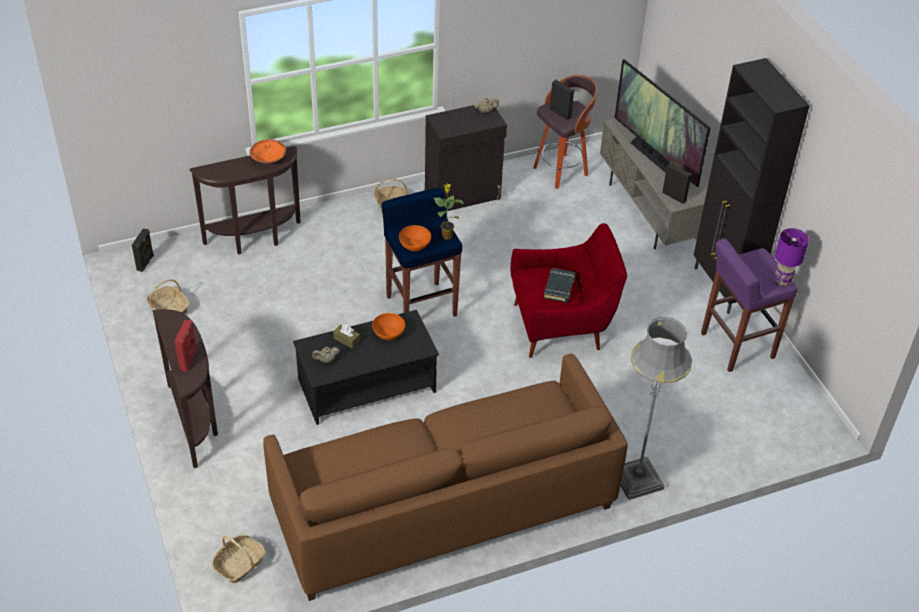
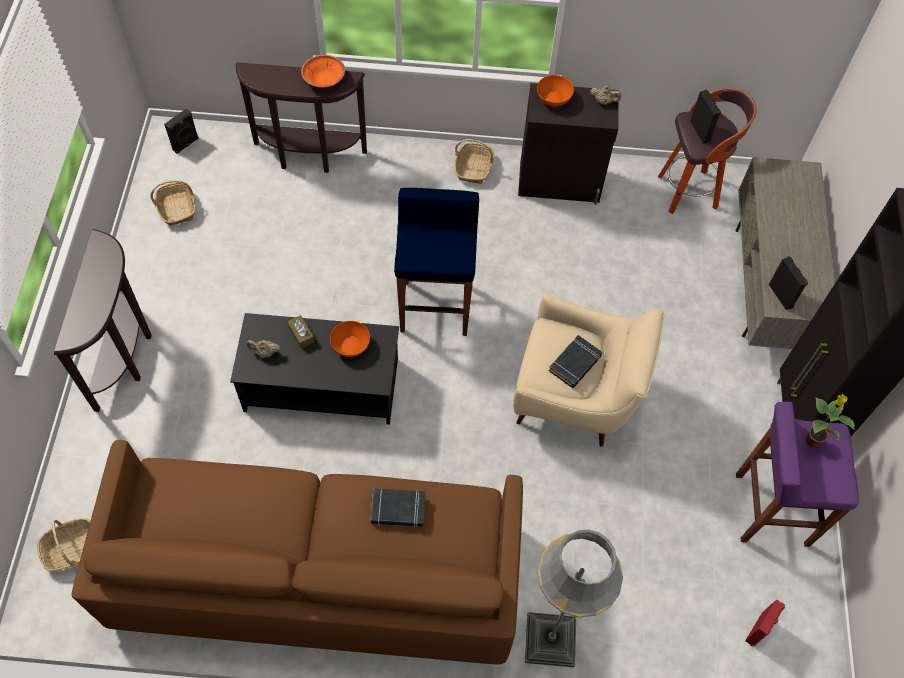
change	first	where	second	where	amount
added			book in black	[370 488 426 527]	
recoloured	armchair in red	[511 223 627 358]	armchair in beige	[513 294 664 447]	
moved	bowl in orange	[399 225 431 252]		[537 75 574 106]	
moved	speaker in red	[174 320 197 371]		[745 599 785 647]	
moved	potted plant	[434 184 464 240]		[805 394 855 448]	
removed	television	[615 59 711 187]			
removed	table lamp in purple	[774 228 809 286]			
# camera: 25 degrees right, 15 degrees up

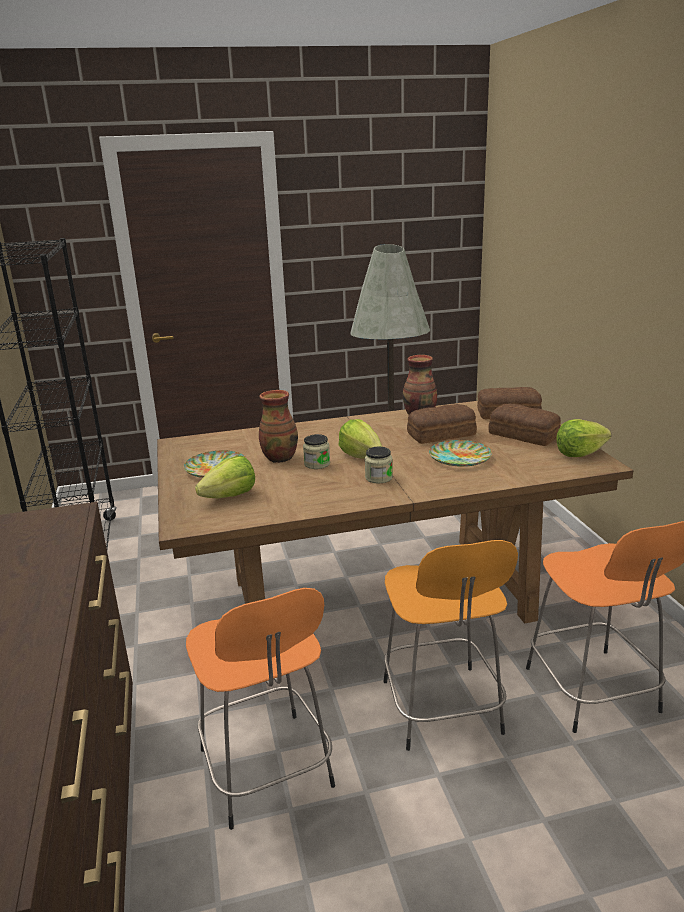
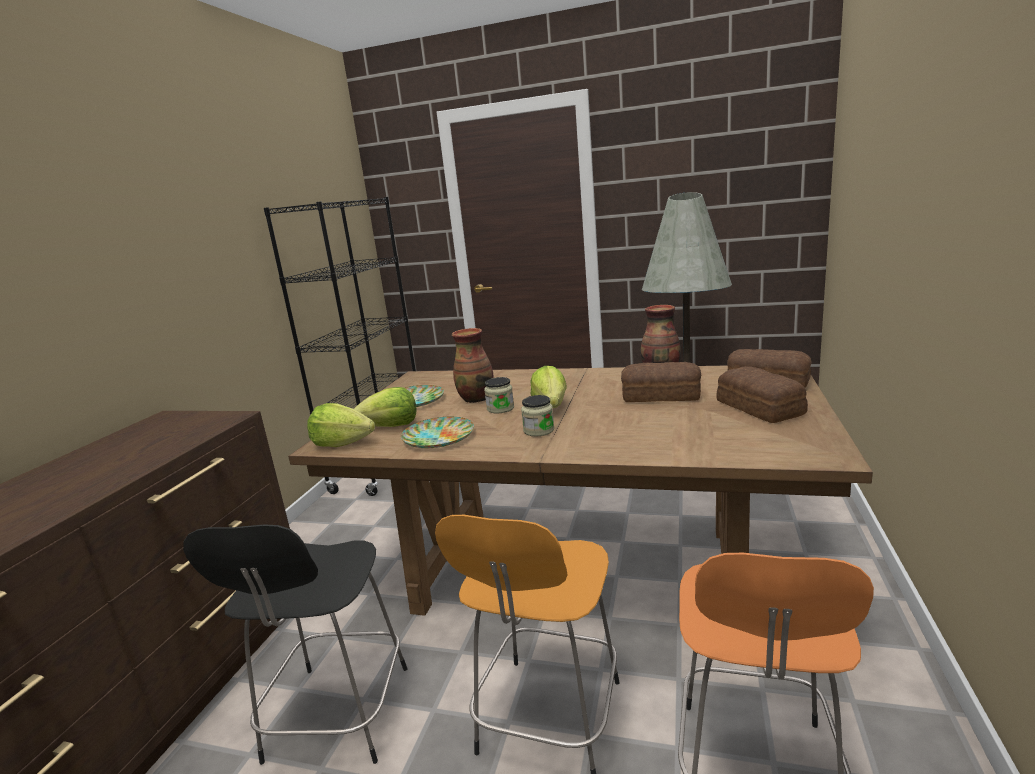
change	first	where	second	where	amount
recoloured	stool in orange	[186 588 335 830]	stool in black	[183 524 407 765]	
moved	lettuce	[556 419 611 457]		[307 403 375 447]	
moved	plate	[429 440 492 467]		[401 417 474 448]	
# camera: 30 degrees right, 5 degrees down

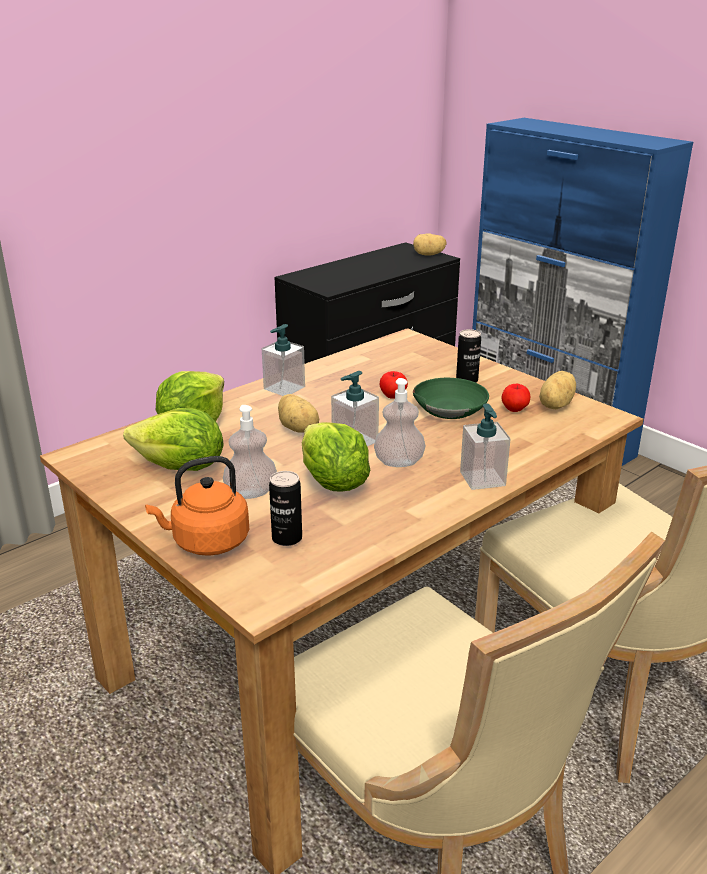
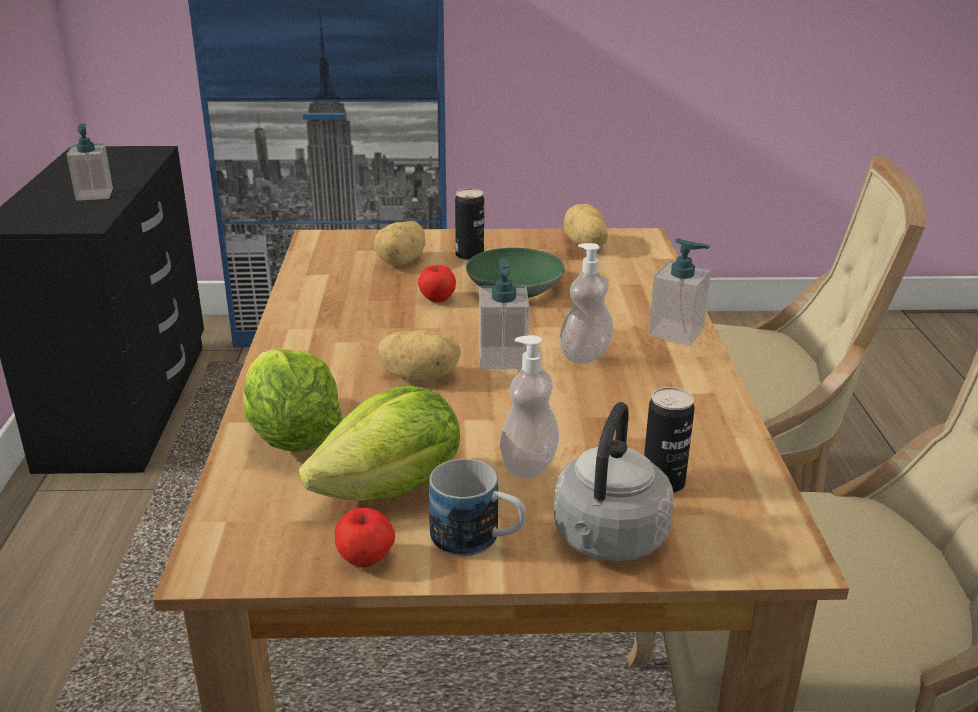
change	first	where	second	where	amount
moved	soap dispenser	[262 324 305 396]		[67 123 113 201]	
moved	apple	[502 384 531 412]		[335 508 395 568]	
moved	potato	[413 233 446 256]		[374 221 425 266]	
added			mug	[429 459 526 556]	
recoloured	kettle in orange	[145 456 249 556]	kettle in grey	[554 402 674 561]	
removed	lettuce	[302 422 370 492]			
# camera: 50 degrees left, 0 degrees up

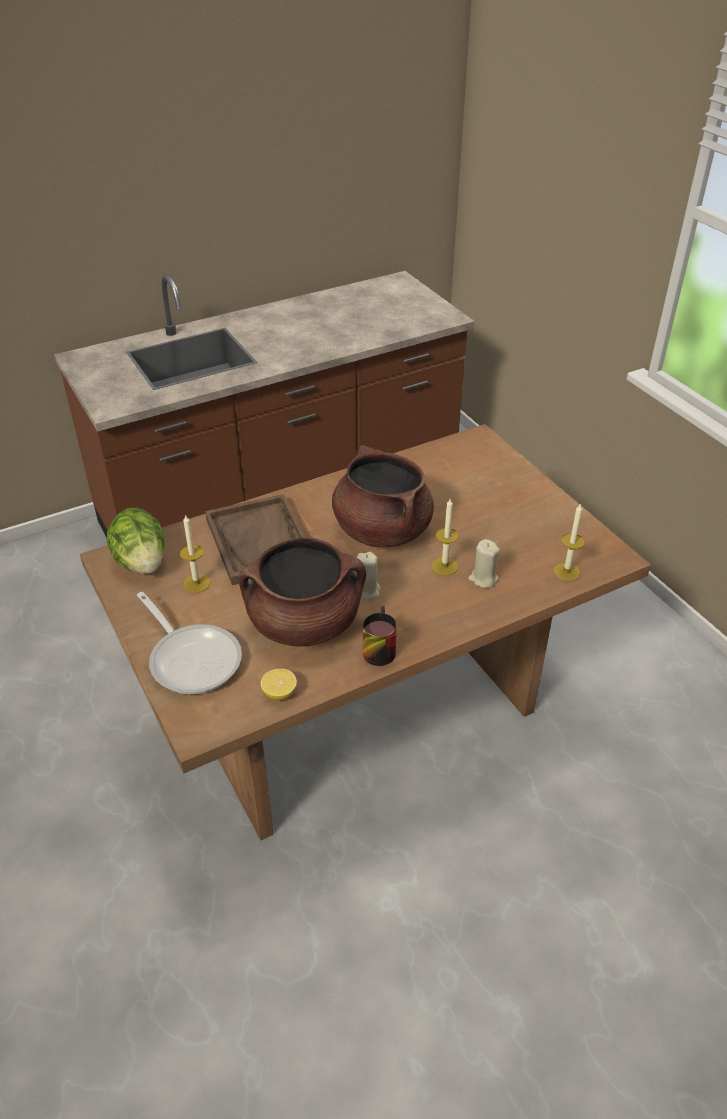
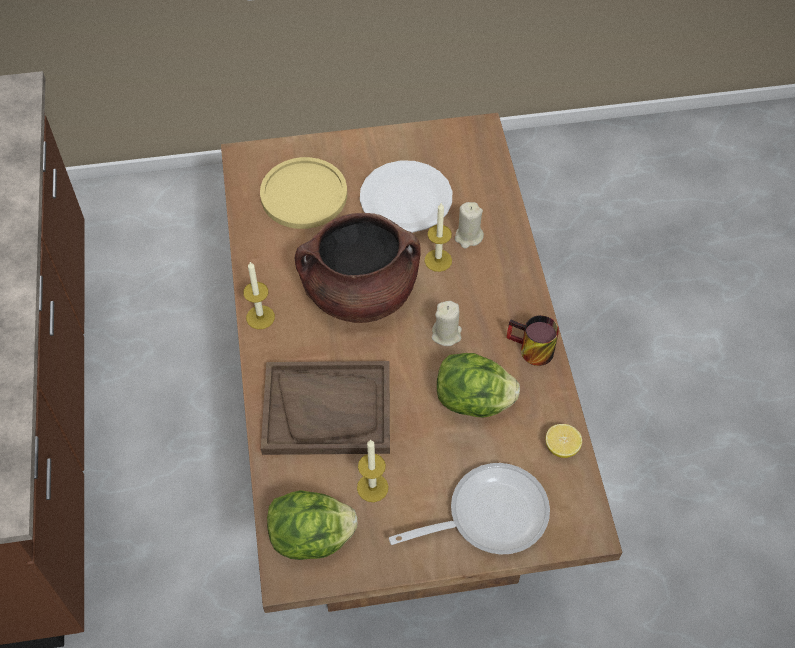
change	first	where	second	where	amount
moved	candle	[553 503 585 581]		[243 261 275 329]	
added			plate in yellow	[260 157 347 229]	
added			plate in white	[360 160 452 233]	
replaced	cooking pot in brown	[239 537 366 647]	lettuce	[437 353 520 417]	
# camera: 70 degrees left, 15 degrees up

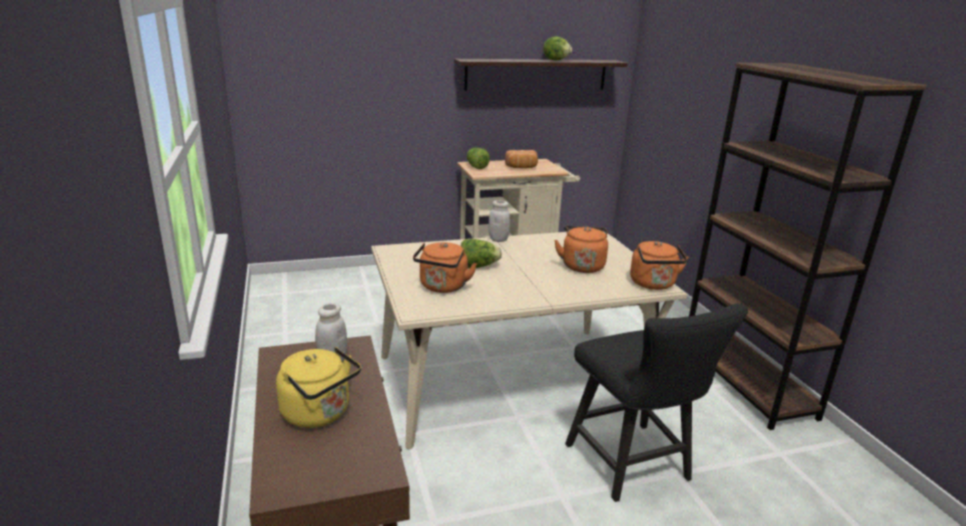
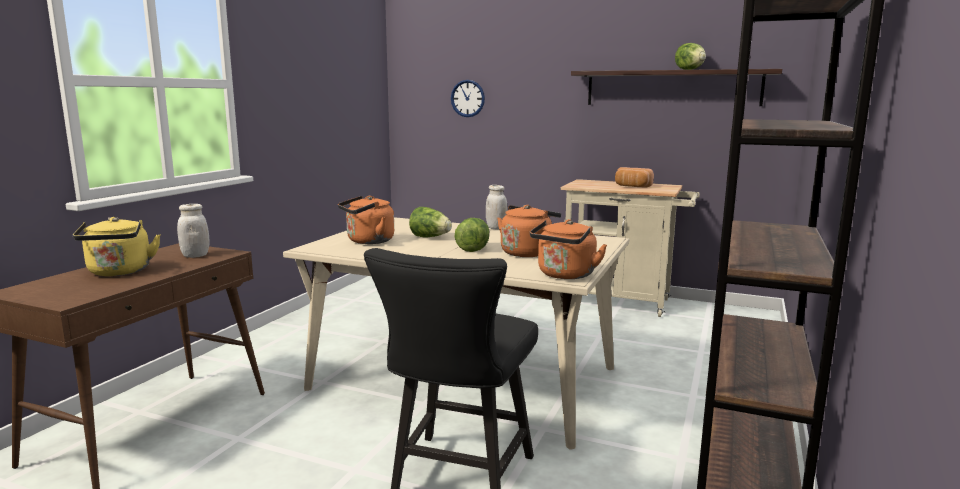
change	first	where	second	where	amount
added			wall clock	[451 80 485 117]	
moved	lettuce	[467 148 490 169]		[454 218 489 252]	
# camera: 40 degrees right, 10 degrees down

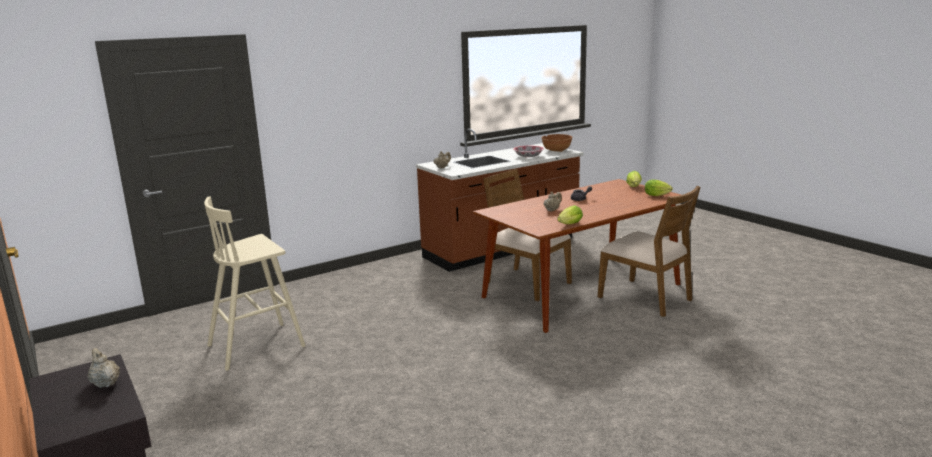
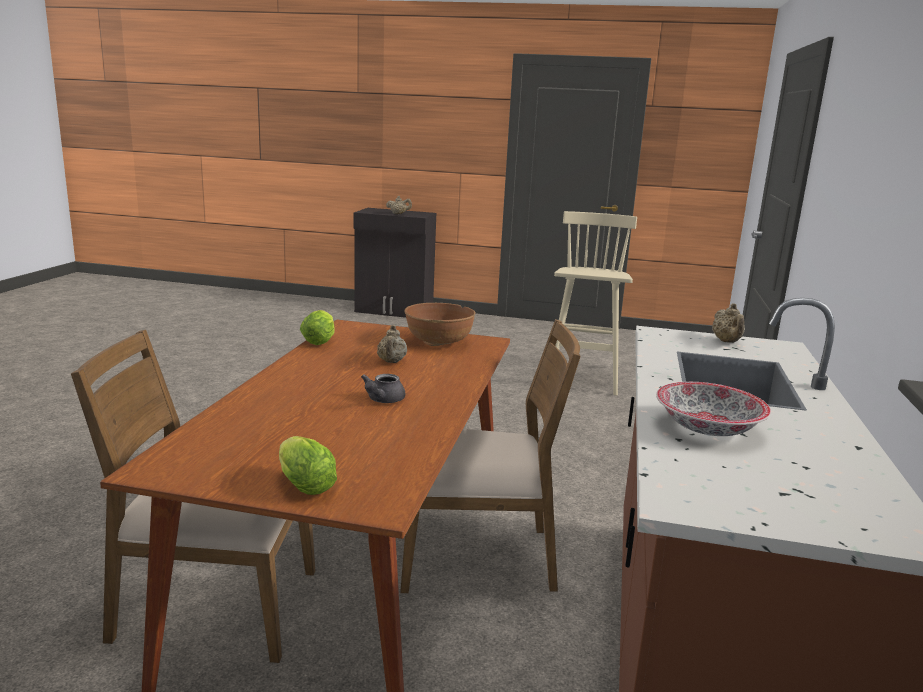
change	first	where	second	where	amount
moved	bowl in brown	[541 134 573 152]		[404 303 476 346]	
removed	lettuce	[645 179 673 196]			
# camera: 135 degrees right, 0 degrees up

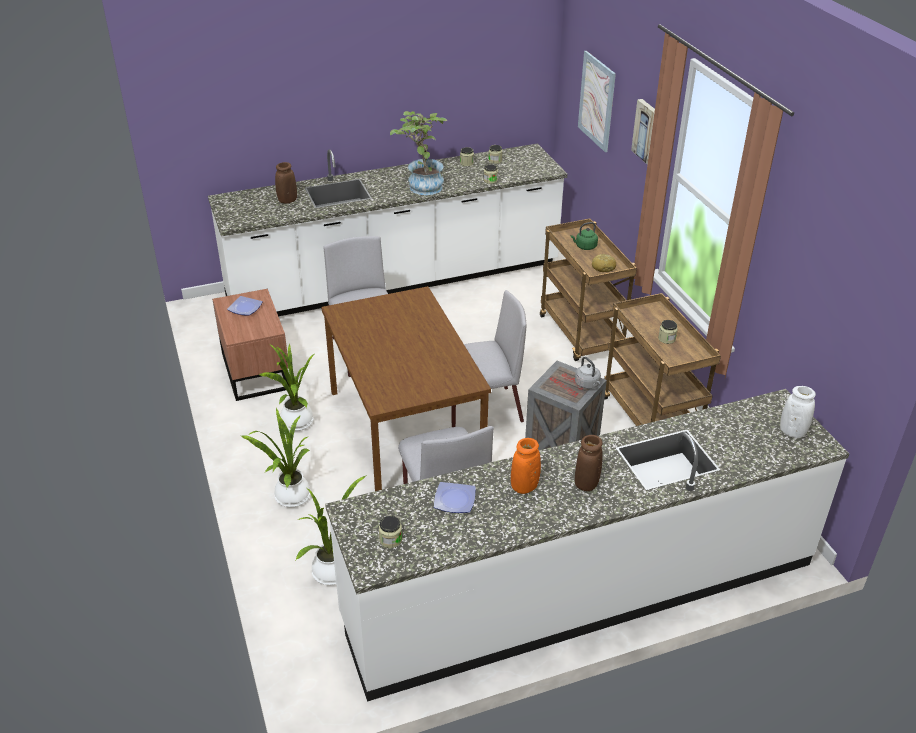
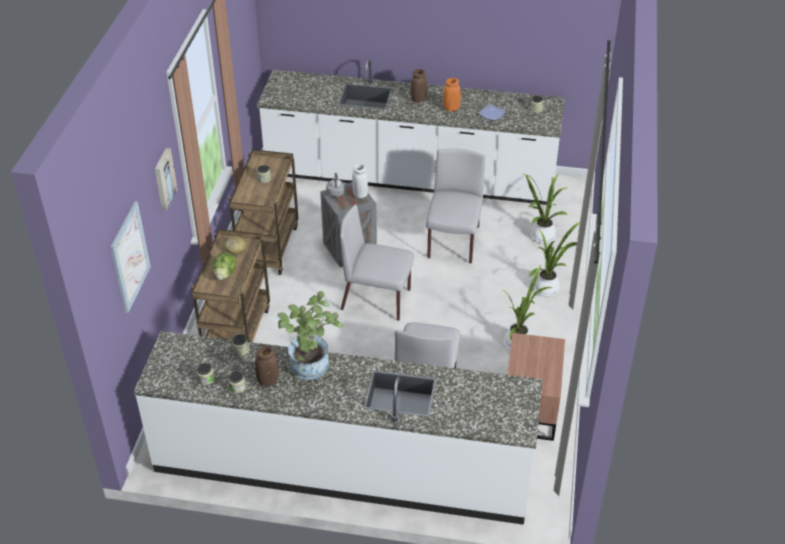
change	first	where	second	where	amount
replaced	kettle in green	[571 222 598 250]	lettuce	[212 252 237 280]	
moved	vase in brown	[275 162 297 204]		[255 346 279 386]	
moved	vase in white	[780 386 816 438]		[352 164 368 198]	
removed	plate	[227 296 263 316]			
removed	dining table in brown	[321 286 491 491]			
# camera: 150 degrees left, 5 degrees up

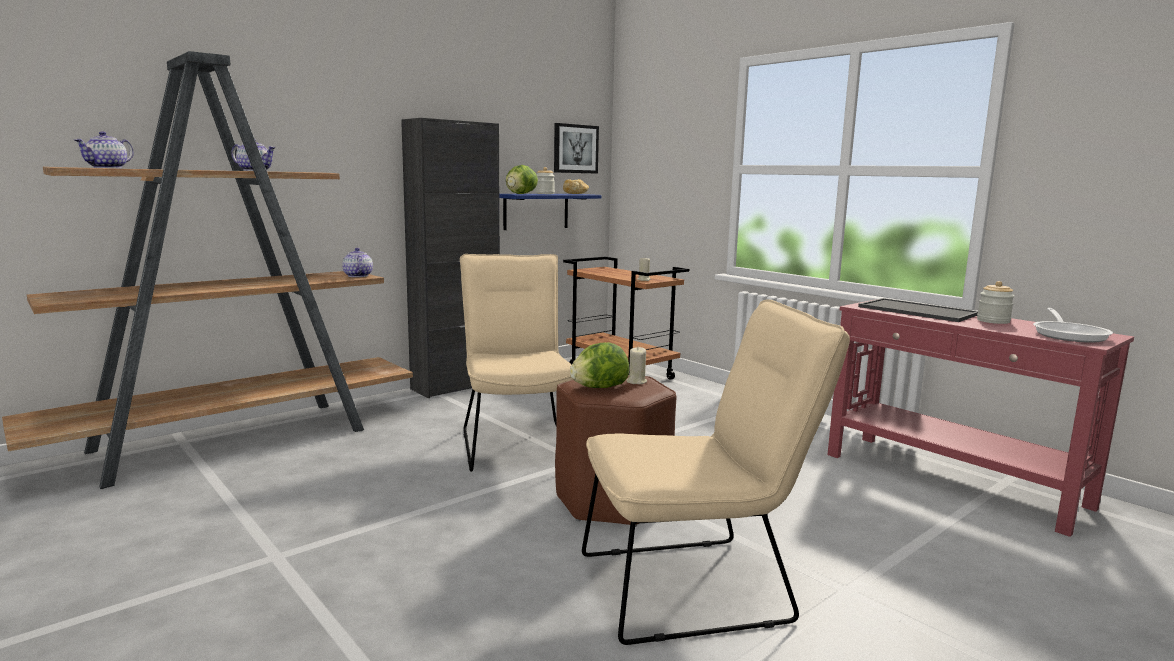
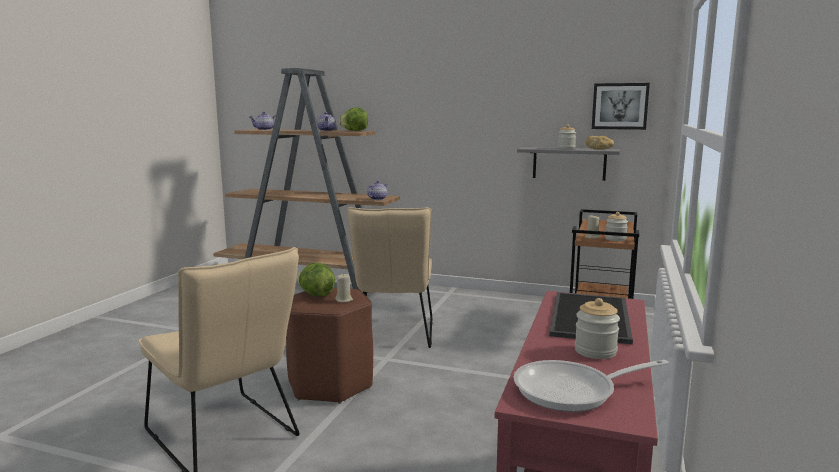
change	first	where	second	where	amount
moved	lettuce	[506 165 538 194]		[339 107 368 131]	
turned	chair in beige	[460 254 573 472]		[347 207 433 348]	135 degrees clockwise
recoloured	shelf in blue	[499 194 601 230]	shelf in grey	[517 147 620 181]	
added			jar	[605 212 628 241]	
removed	cabinet in black	[401 118 500 398]			
# camera: 60 degrees right, 0 degrees up

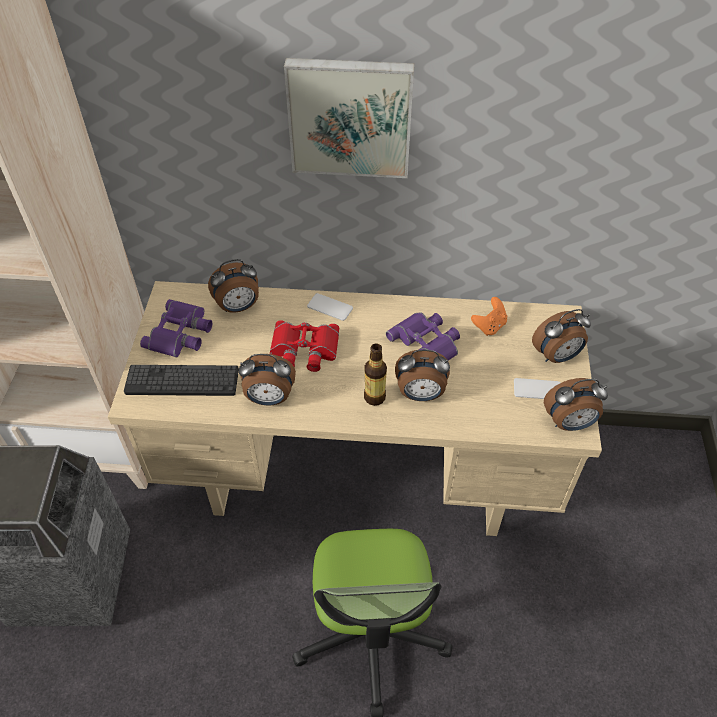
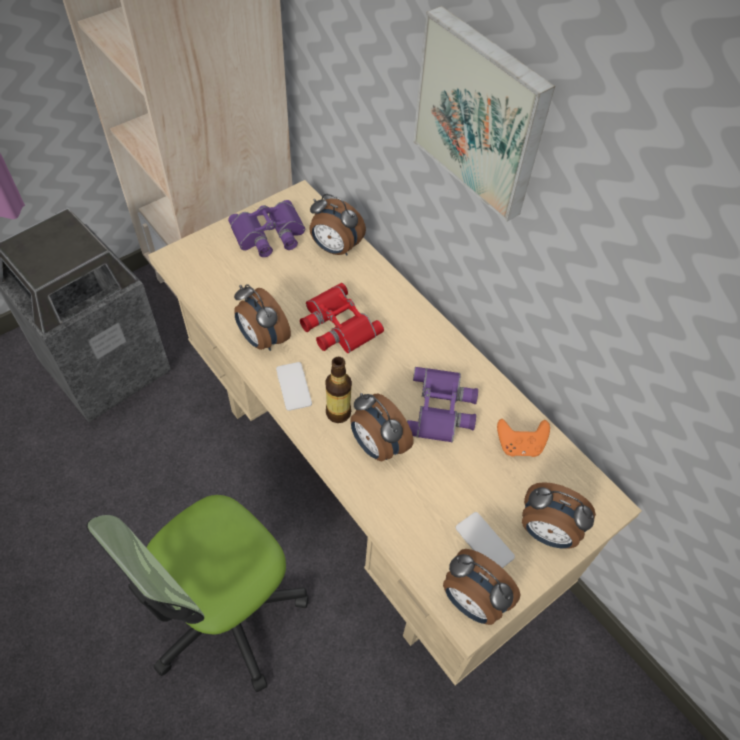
change	first	where	second	where	amount
moved	phone	[307 293 353 321]		[276 362 312 411]	
removed	keyboard	[124 365 239 396]			
# camera: 45 degrees right, 5 degrees up

